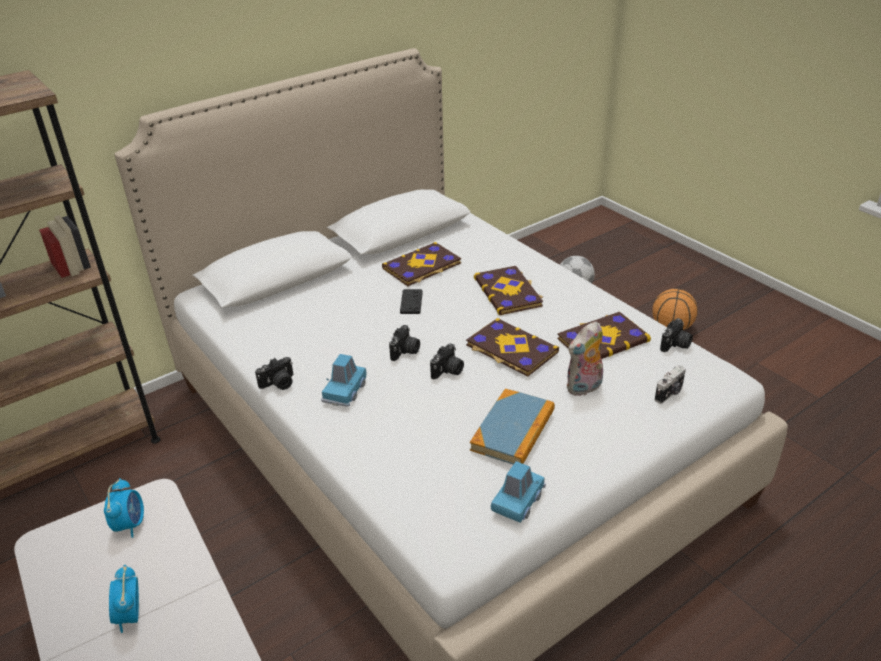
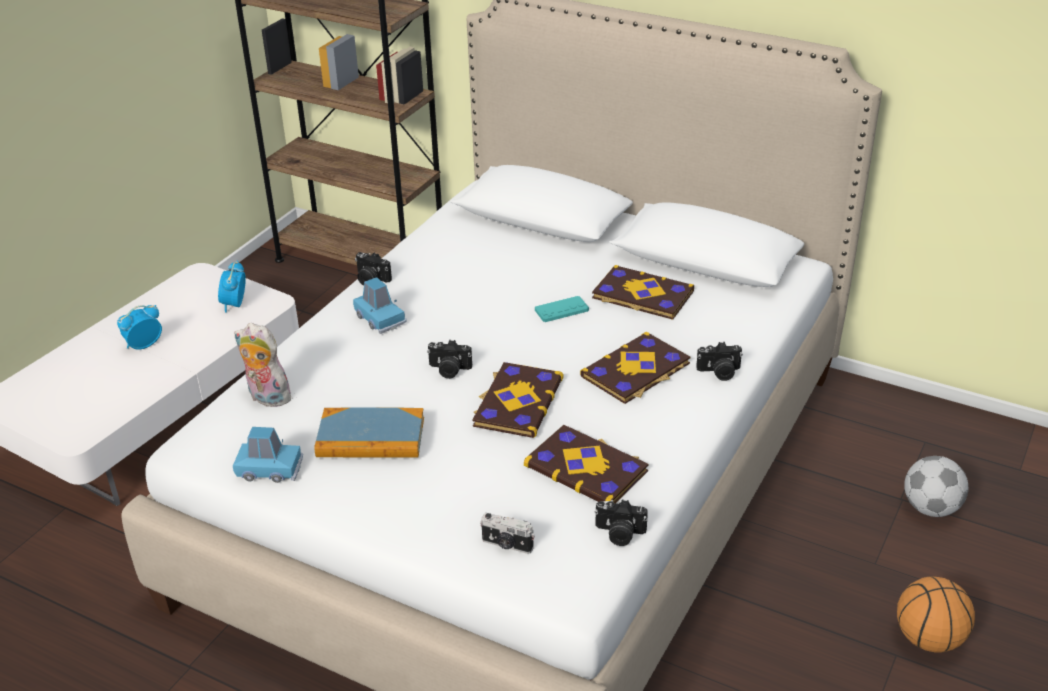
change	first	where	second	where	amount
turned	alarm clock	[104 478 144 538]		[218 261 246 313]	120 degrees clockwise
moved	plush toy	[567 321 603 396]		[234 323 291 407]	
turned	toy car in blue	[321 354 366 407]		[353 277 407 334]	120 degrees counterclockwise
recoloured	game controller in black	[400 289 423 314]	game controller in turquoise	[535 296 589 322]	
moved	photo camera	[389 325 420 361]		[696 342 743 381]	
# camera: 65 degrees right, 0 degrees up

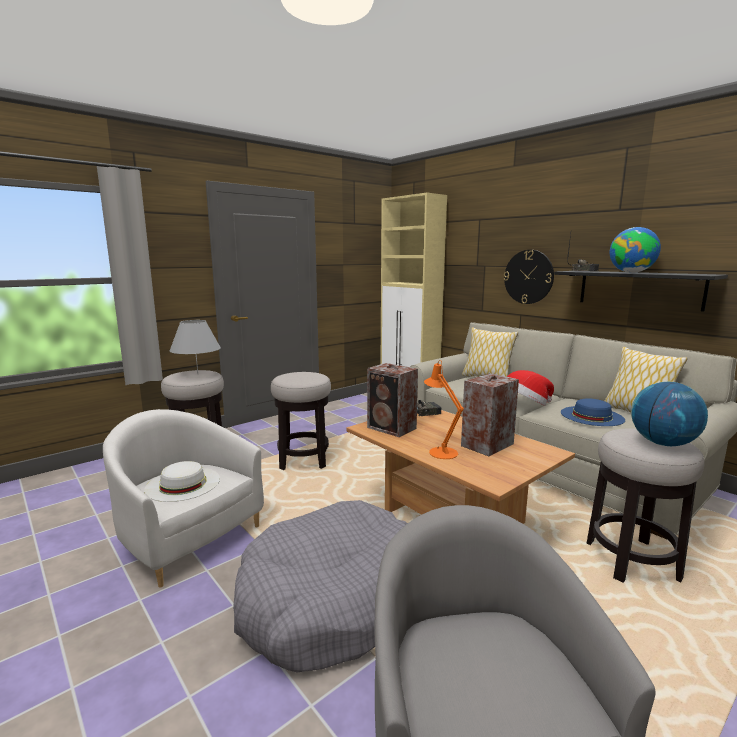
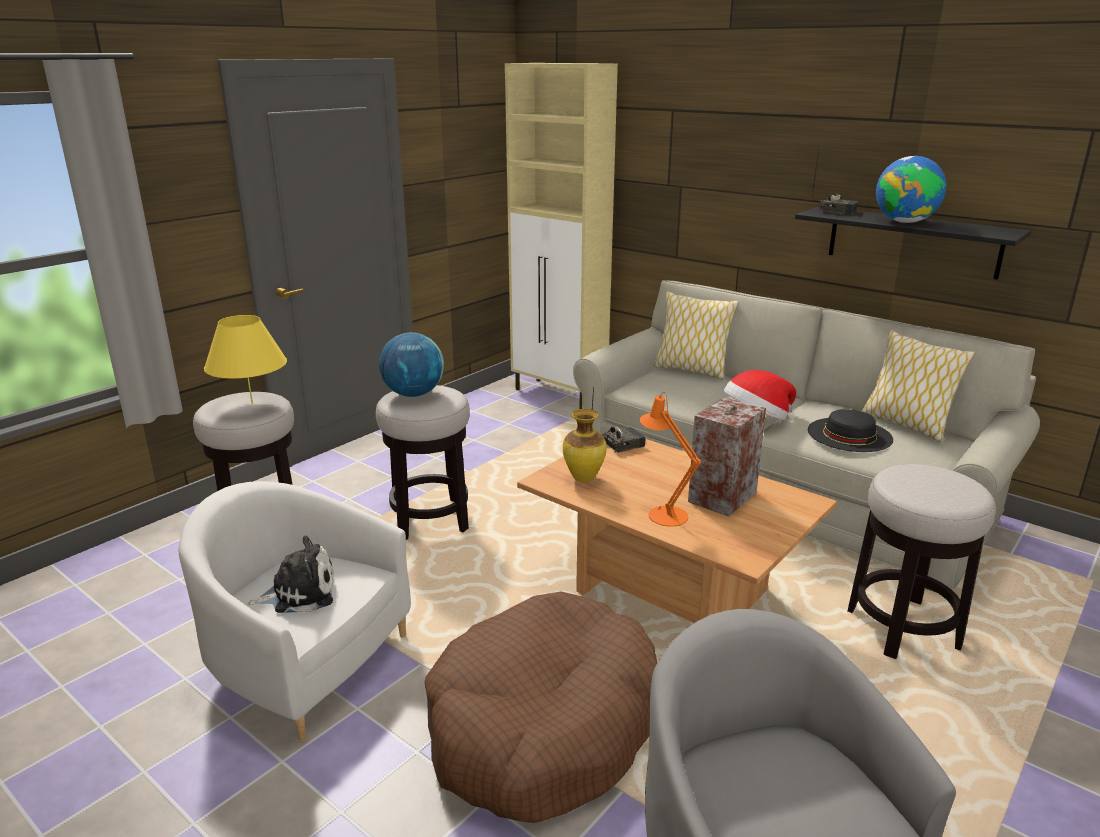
change	first	where	second	where	amount
recoloured	table lamp in grey	[169 320 221 374]	table lamp in yellow	[204 315 287 404]	
replaced	hat in white	[144 461 220 502]	plush toy	[247 536 334 613]	
moved	globe	[631 382 708 446]		[379 333 444 397]	
recoloured	dog bed in grey	[233 500 407 672]	dog bed in brown	[425 592 657 823]	
replaced	speaker	[367 363 418 437]	vase	[563 409 607 482]	
recoloured	hat in blue	[561 399 625 426]	hat in black	[808 409 893 452]	
removed	wall clock	[504 250 554 304]			
# camera: 10 degrees left, 10 degrees up

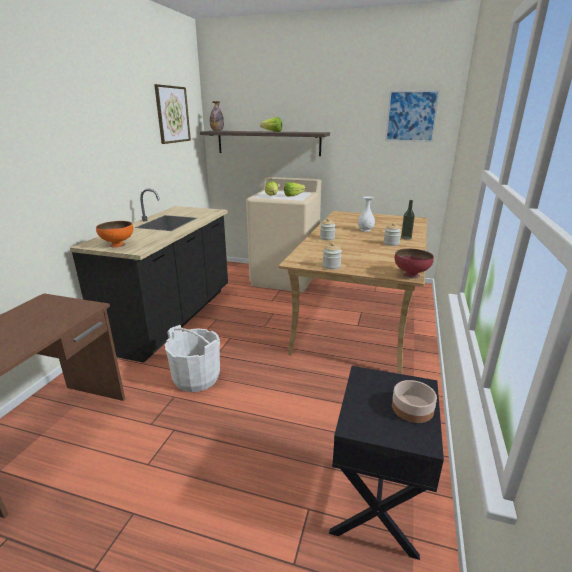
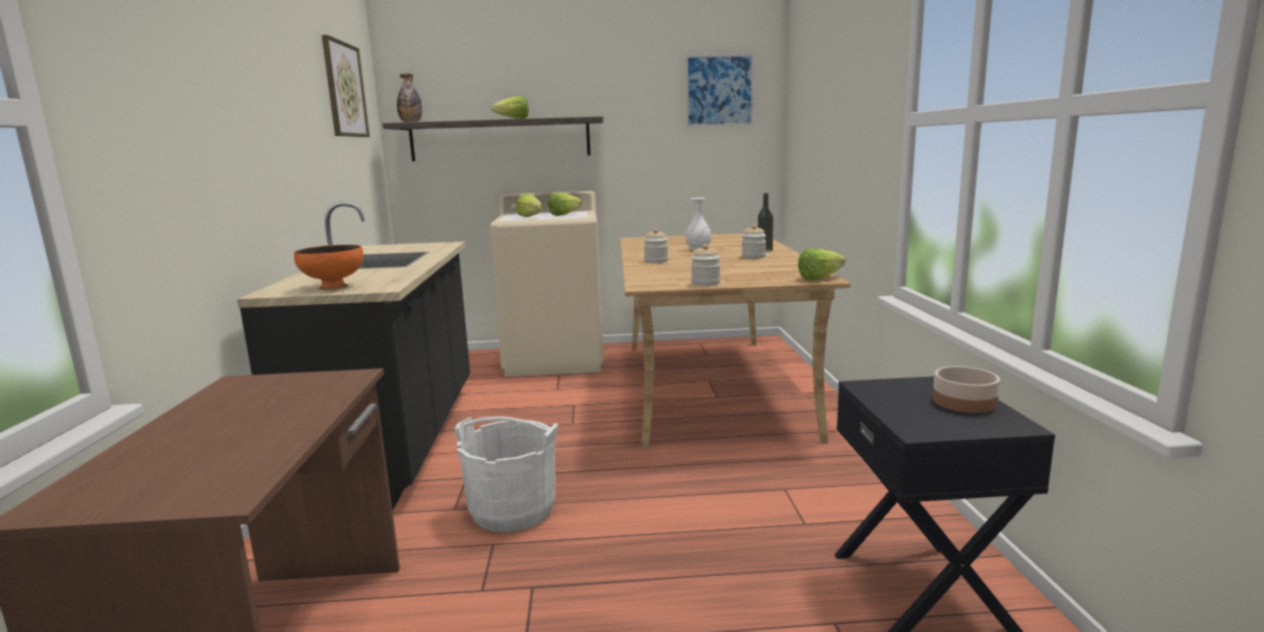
change	first	where	second	where	amount
replaced	bowl in red	[395 249 434 279]	lettuce	[798 248 845 281]	
# camera: 20 degrees left, 10 degrees down

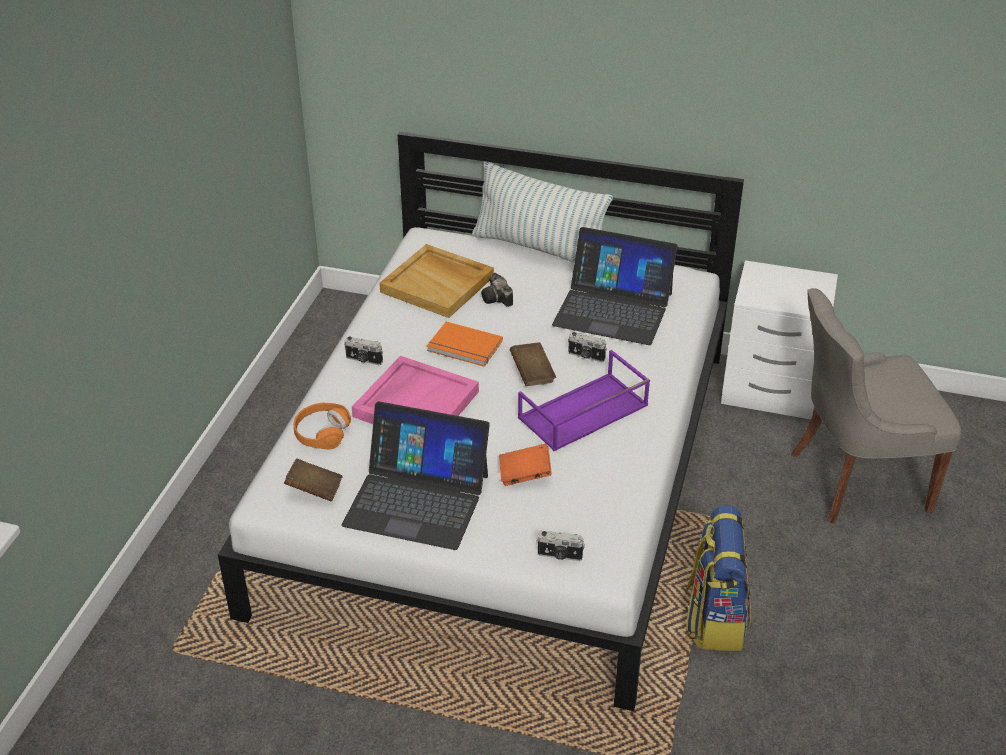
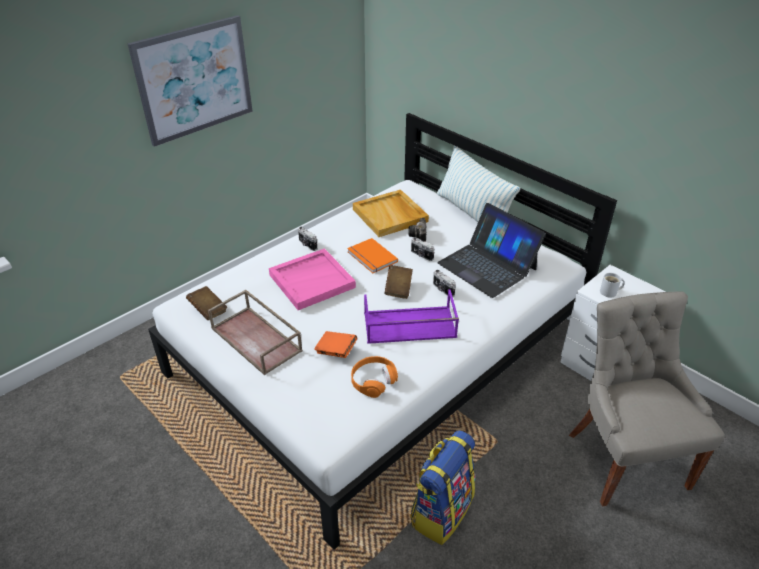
change	first	where	second	where	amount
added			picture	[128 15 253 147]	
replaced	laptop	[342 401 490 550]	tray in brown	[208 290 303 375]	
moved	headphones in orange	[293 403 351 449]		[351 356 398 398]	
moved	photo camera	[536 531 585 561]		[411 237 434 261]	
turned	chair in grey	[791 288 961 524]		[569 291 725 506]	60 degrees clockwise
added			mug in white	[600 273 625 298]	
# camera: 30 degrees right, 0 degrees up

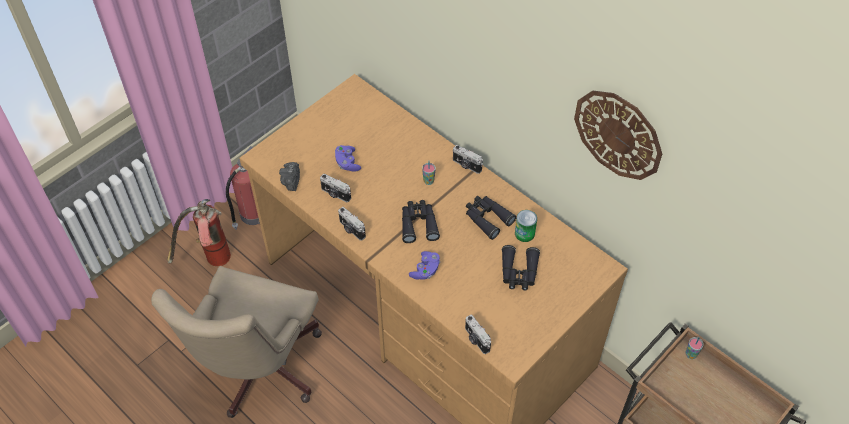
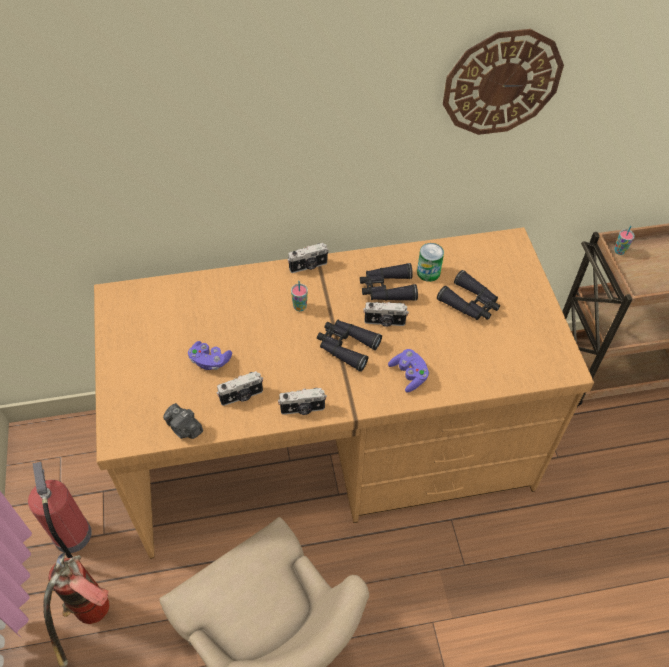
change	first	where	second	where	amount
moved	photo camera	[465 314 491 354]		[363 302 409 327]	
# camera: 55 degrees left, 0 degrees up

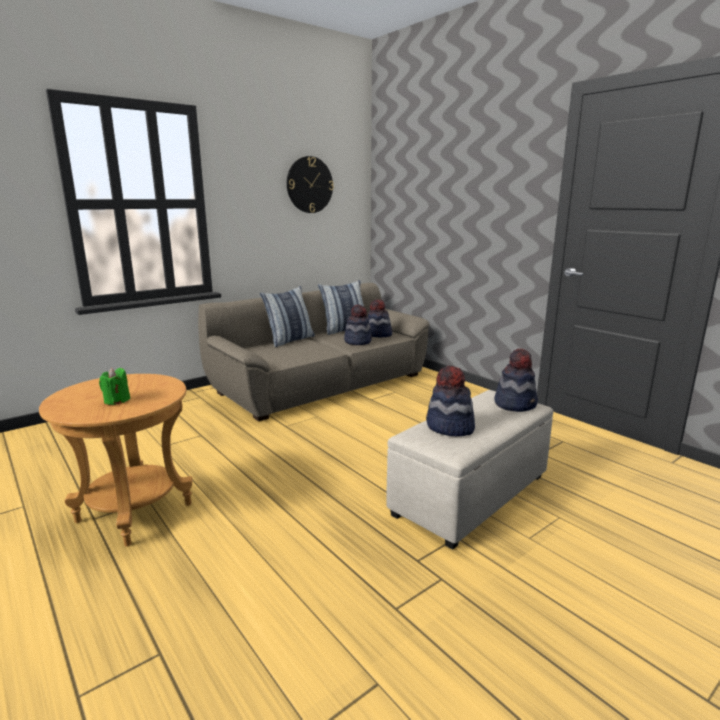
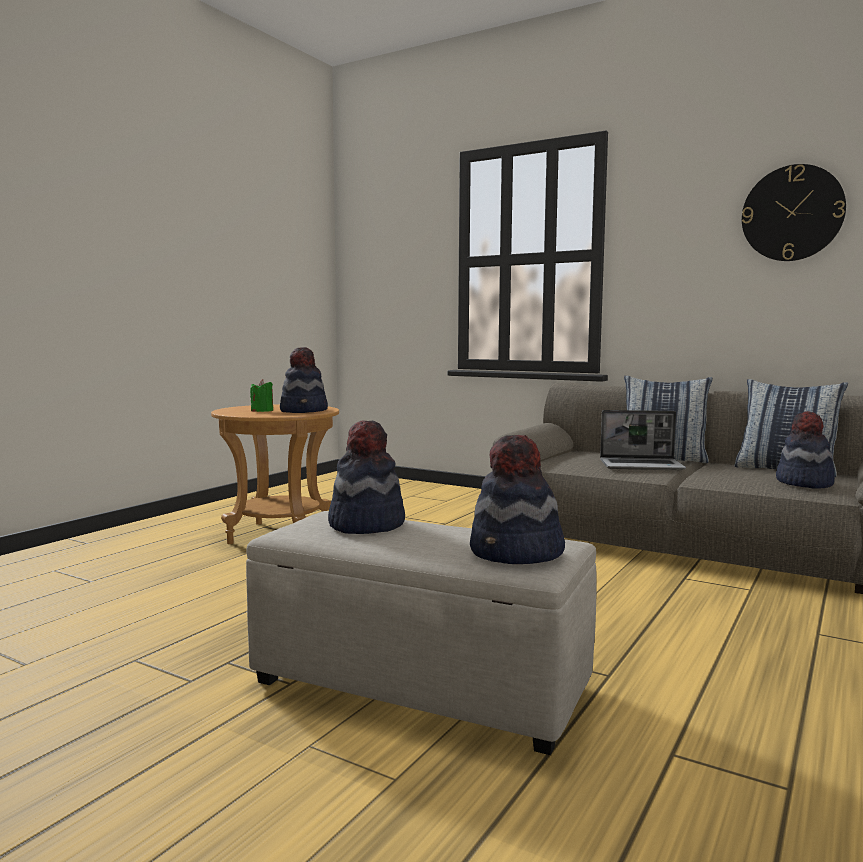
change	first	where	second	where	amount
moved	hat	[344 305 372 345]		[280 347 328 413]	
added			laptop	[600 410 686 470]	
# camera: 70 degrees right, 10 degrees down

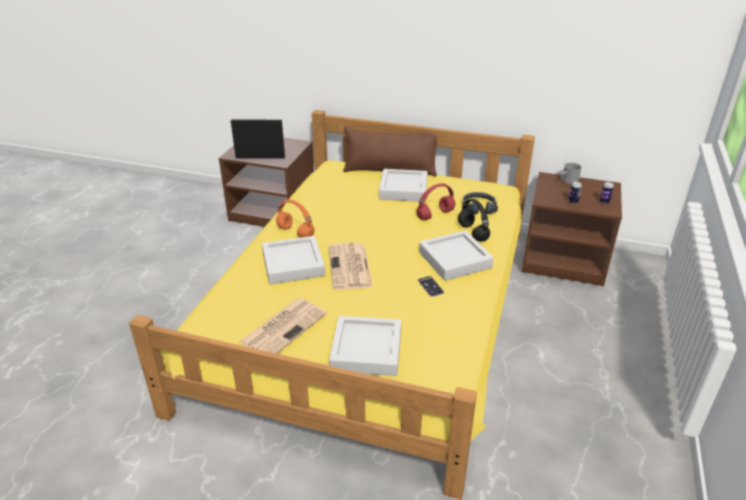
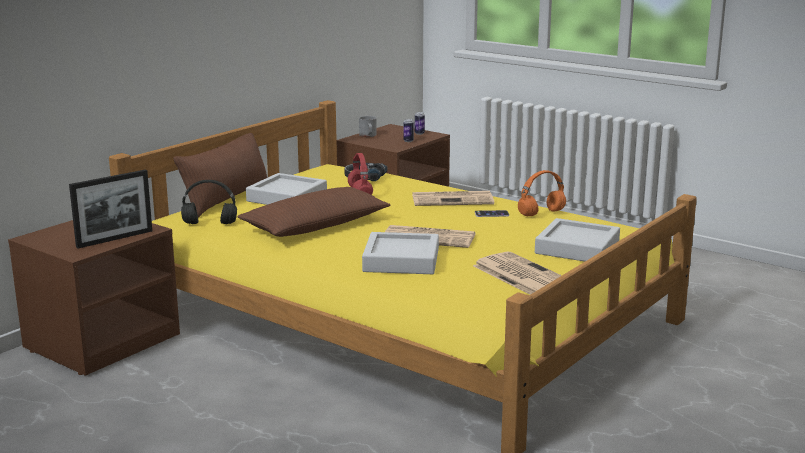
change	first	where	second	where	amount
turned	picture frame	[231 120 285 159]		[69 170 152 249]	150 degrees counterclockwise
moved	headphones in black	[458 199 490 242]		[181 180 237 224]	
added			pillow in brown	[237 187 391 237]	
replaced	tray in grey	[419 230 494 281]	newspaper	[412 191 494 206]	
moved	headphones in orange	[276 200 314 238]		[518 170 566 216]	
# camera: 70 degrees left, 15 degrees down

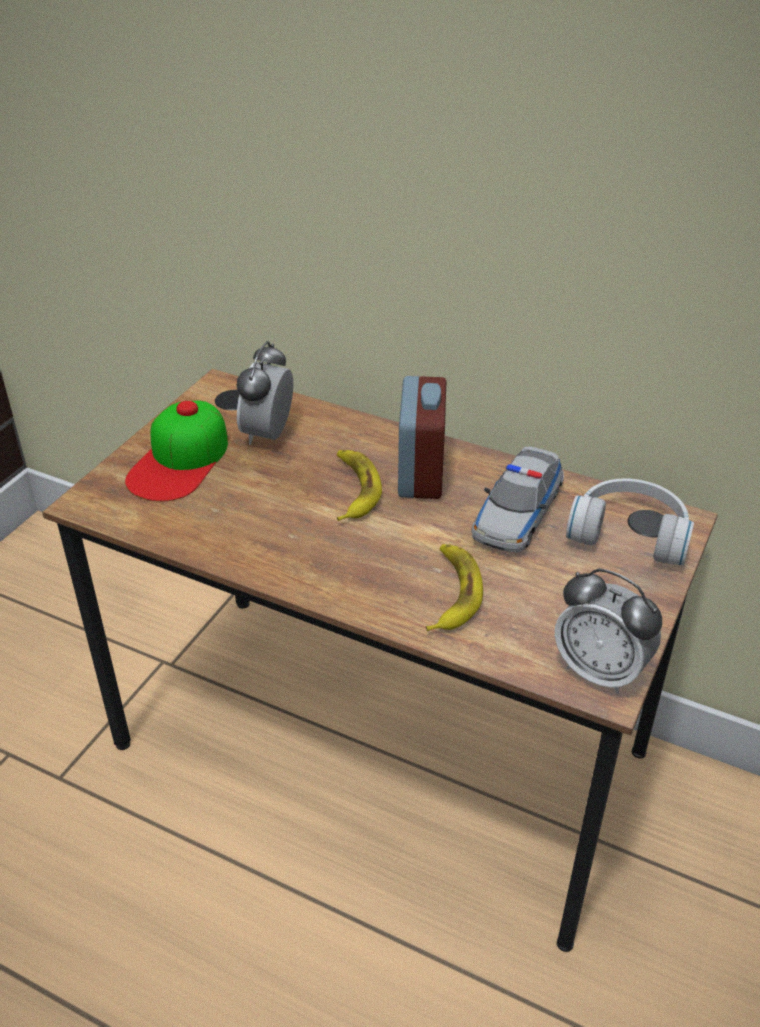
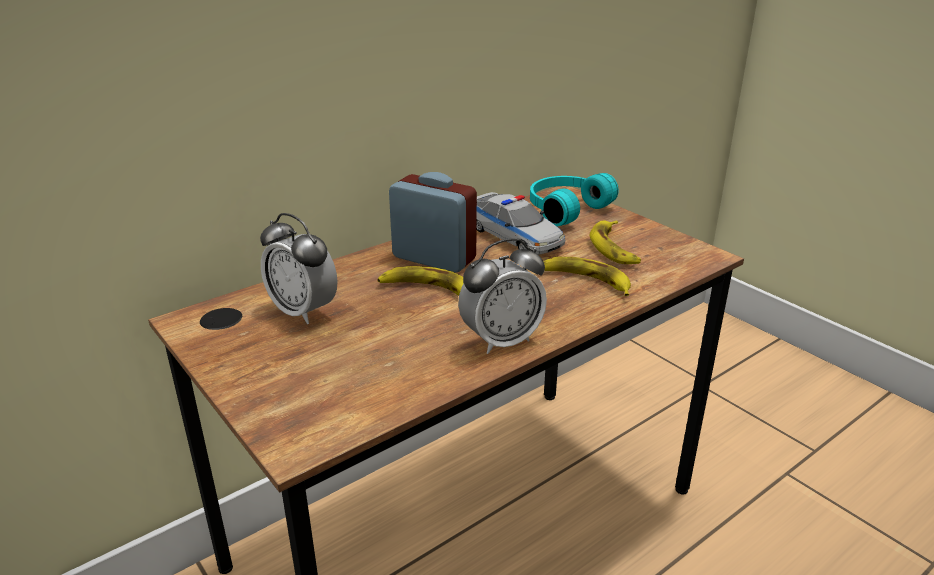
change	first	where	second	where	amount
moved	alarm clock	[555 568 662 694]		[458 238 547 354]	
recoloured	headphones in white	[566 478 694 565]	headphones in turquoise	[530 173 619 227]	
added			banana	[590 220 641 264]	
removed	cap	[125 401 228 501]			
# camera: 65 degrees left, 10 degrees down

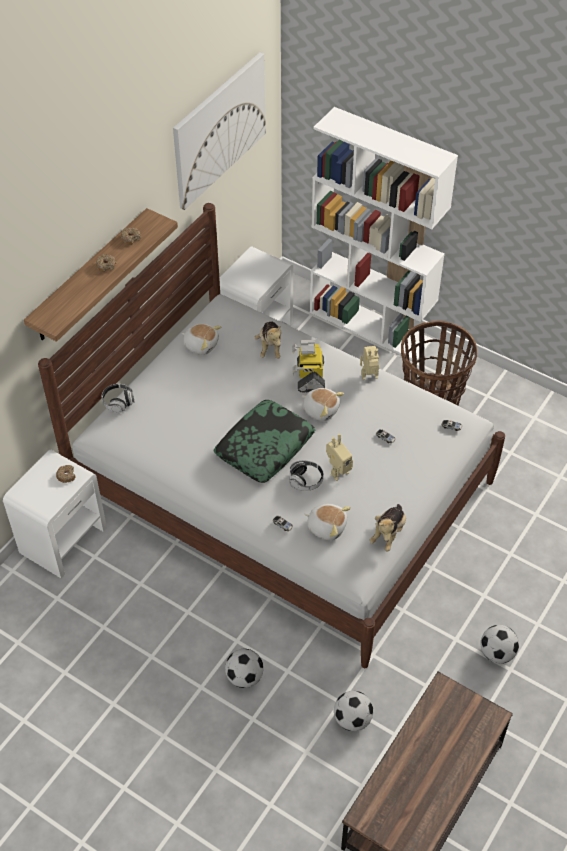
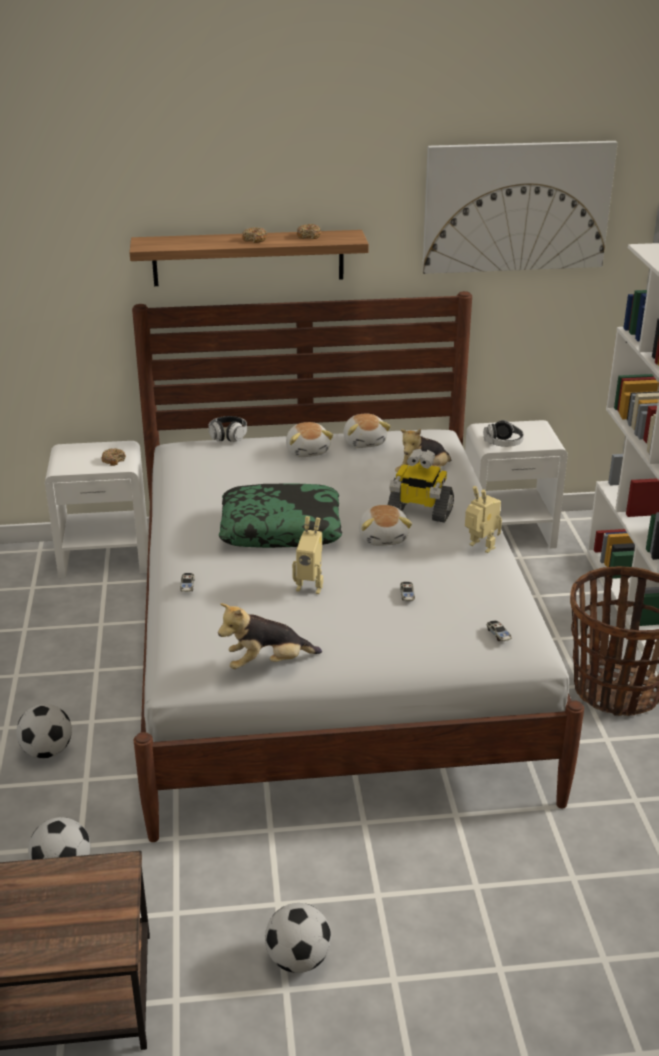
change	first	where	second	where	amount
moved	plush toy	[304 504 351 540]		[286 422 333 457]	
turned	toy robot	[292 340 325 393]		[388 449 454 523]	120 degrees counterclockwise
moved	headphones	[289 461 324 491]		[484 420 524 447]	
# camera: 50 degrees right, 20 degrees down

